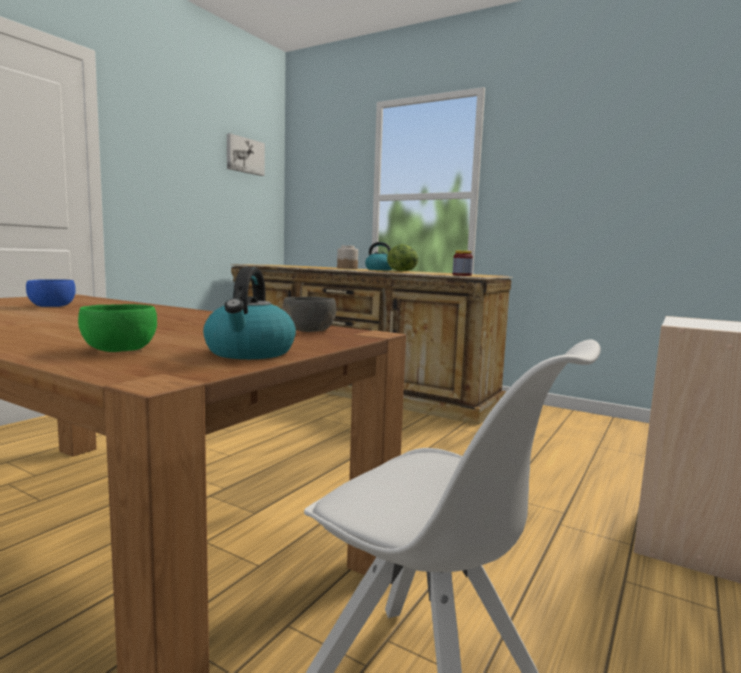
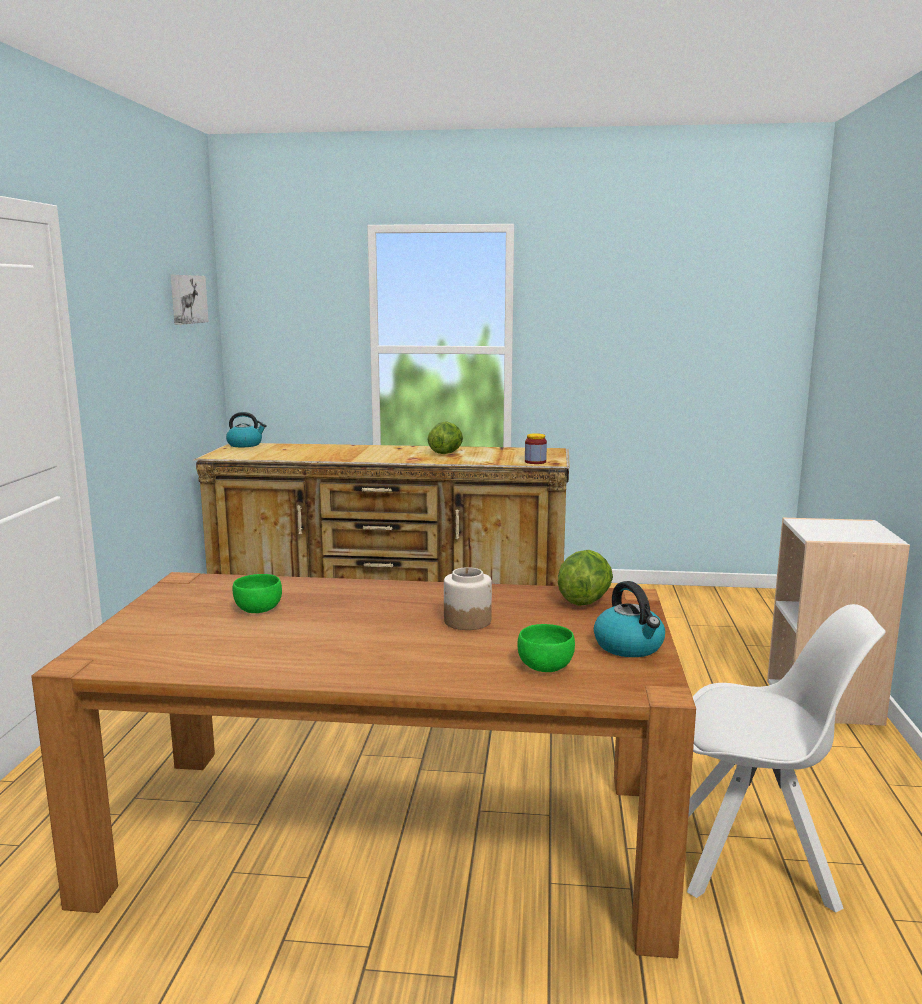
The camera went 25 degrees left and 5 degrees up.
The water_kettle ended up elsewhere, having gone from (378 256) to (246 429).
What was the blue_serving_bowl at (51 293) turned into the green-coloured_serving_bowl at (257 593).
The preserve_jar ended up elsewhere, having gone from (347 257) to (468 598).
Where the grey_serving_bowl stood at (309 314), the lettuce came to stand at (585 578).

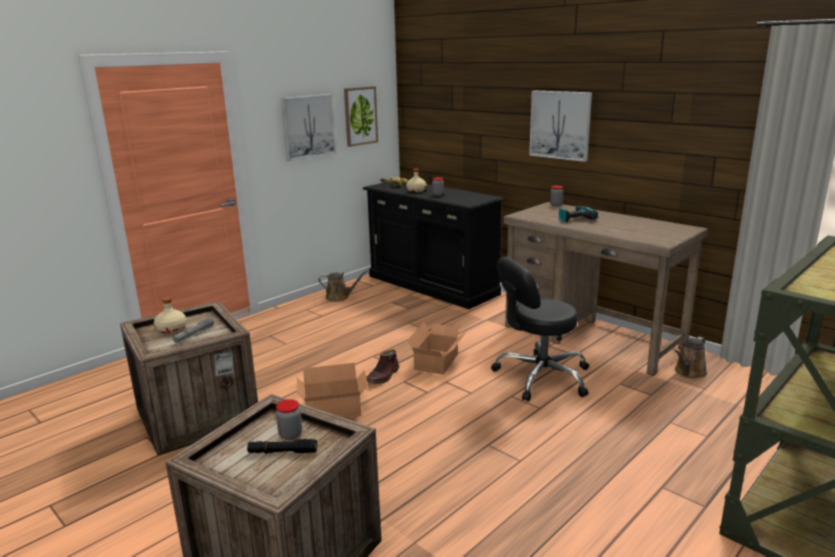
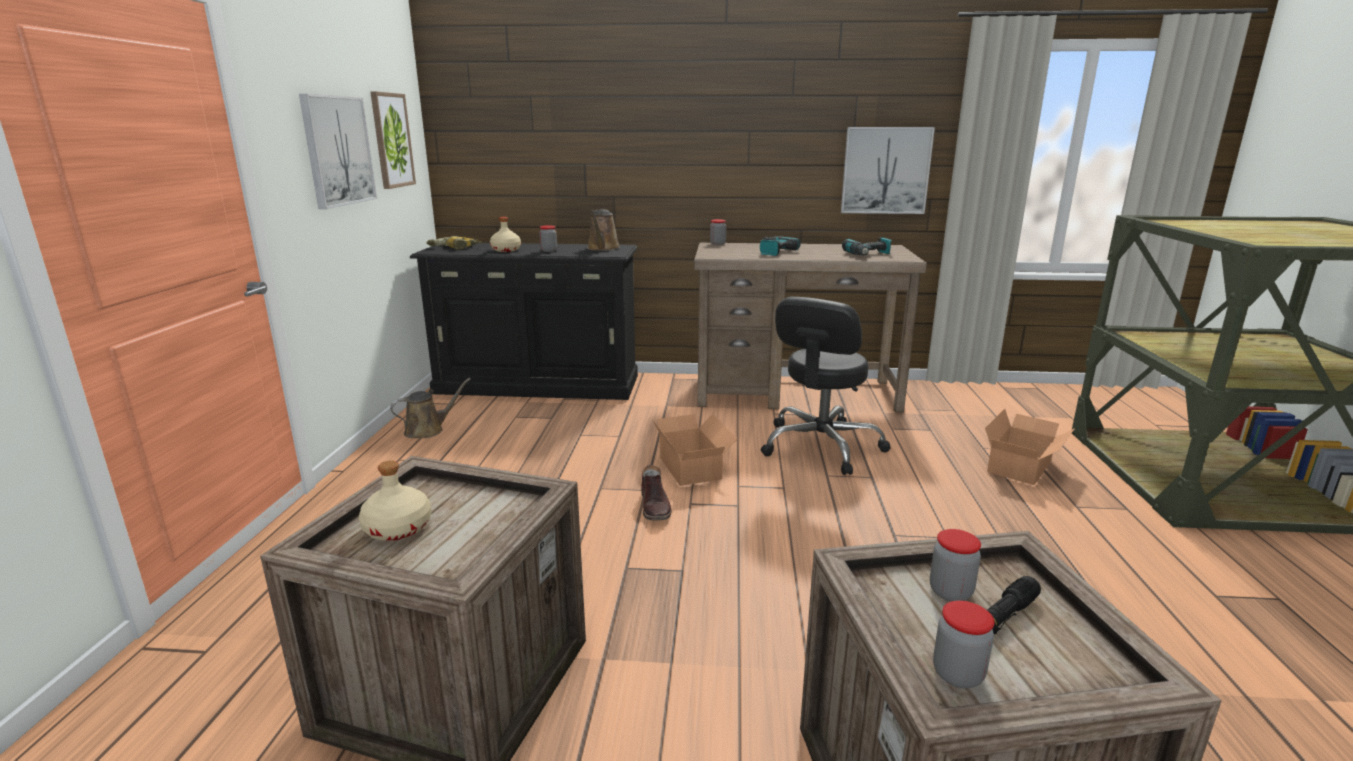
The camera went 40 degrees left and 0 degrees up.
The brown_watering_can ended up elsewhere, having gone from (691 357) to (603 230).
The wall_picture ended up elsewhere, having gone from (560 126) to (888 170).
The second view gained the drill at (867 246).
The second view gained the preserve_jar at (963 644).
The packing_box ended up elsewhere, having gone from (332 390) to (1030 447).
The second view lost the grey_torch at (193 330).

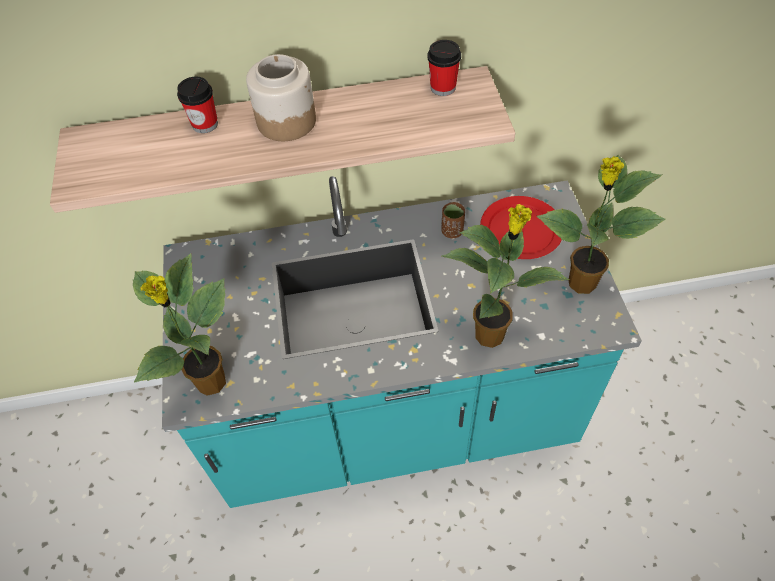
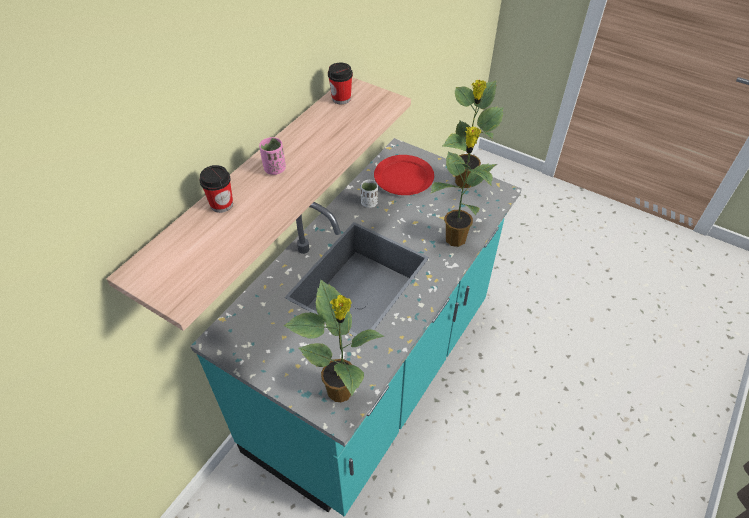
The camera went 50 degrees left and 5 degrees down.
Where the preserve_jar stood at (281 97), the pinkish_drinking_cup came to stand at (272 156).
What was the brown_drinking_cup at (453 220) turned into the white-coloured_drinking_cup at (369 194).

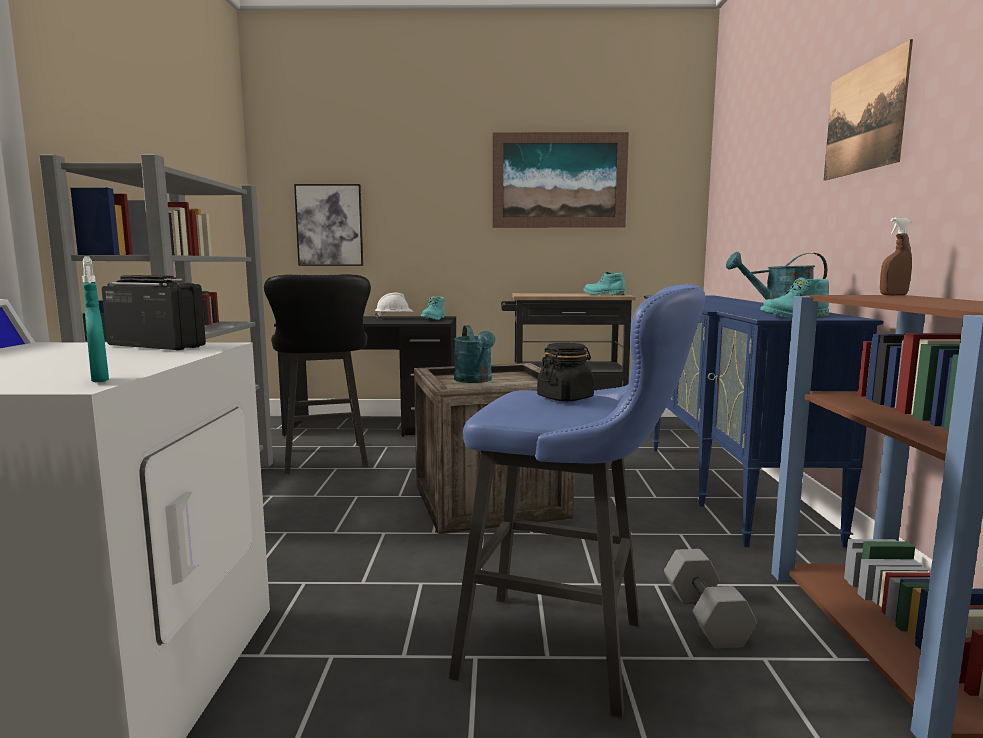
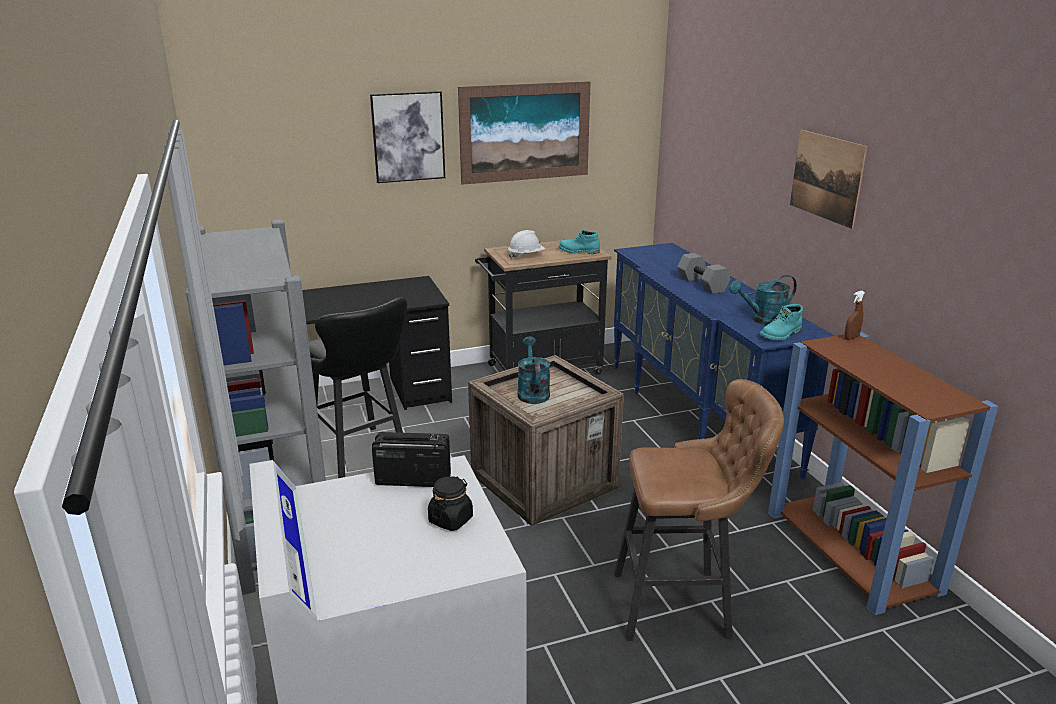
The camera went 20 degrees left and 15 degrees up.
The wall_picture ended up elsewhere, having gone from (328 225) to (407 137).
The black_preserve_jar ended up elsewhere, having gone from (565 372) to (450 503).
The white-coloured_safety_helmet ended up elsewhere, having gone from (394 306) to (526 244).
The turquoise_watering_can at (474 354) ended up facing another way, 150 degrees counterclockwise from before.
What was the blue_sitting_stool at (577 501) turned into the brown_sitting_stool at (699 510).
The grey_free_weight ended up elsewhere, having gone from (710 598) to (704 273).
The second view lost the turquoise_spray_bottle at (95 319).
The second view lost the turquoise_boot at (433 308).

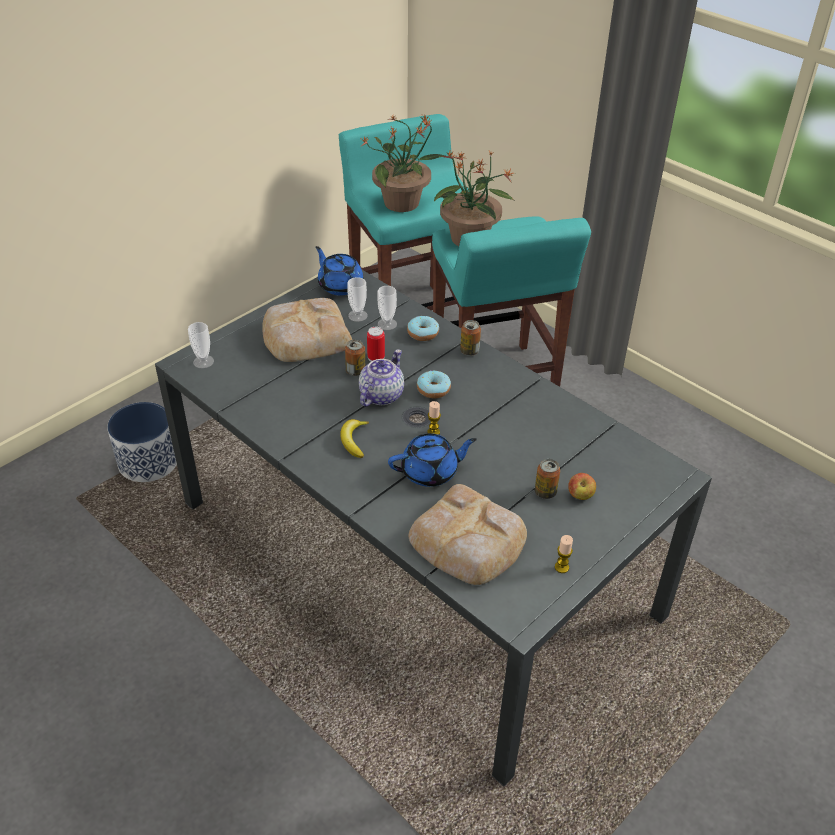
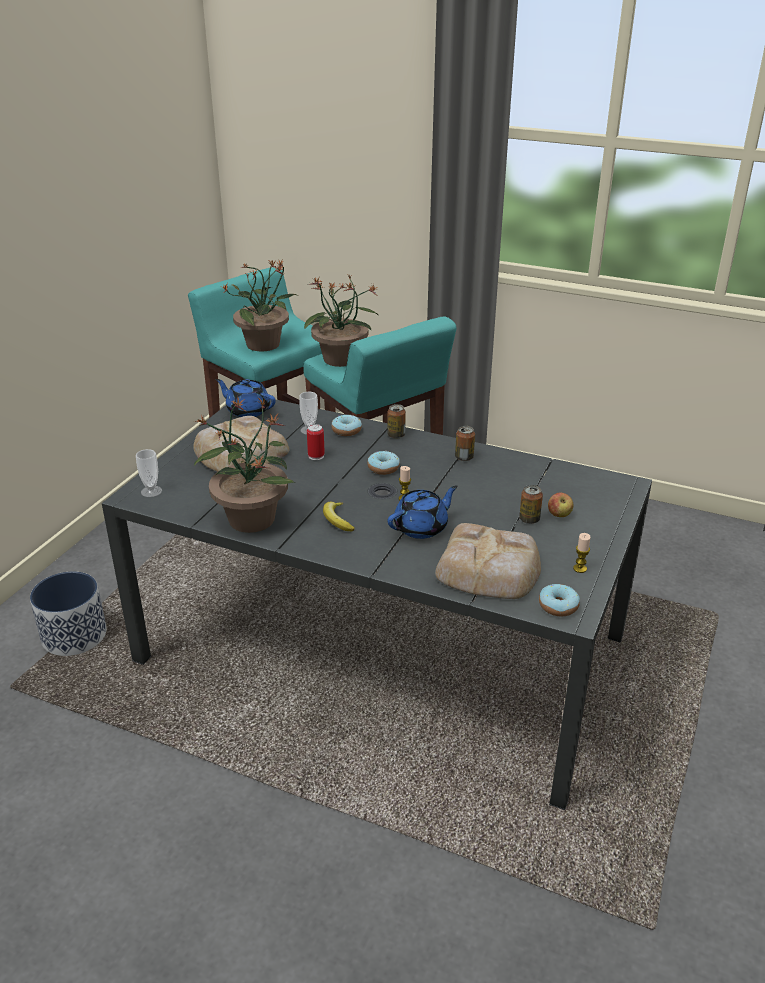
The camera went 20 degrees left and 10 degrees down.
The second view gained the houseplant at (244 464).
The sealed_can ended up elsewhere, having gone from (355 357) to (465 443).
The second view gained the donut at (559 600).
The second view lost the drinking_cup at (357 299).
The second view lost the tea_pot at (381 378).

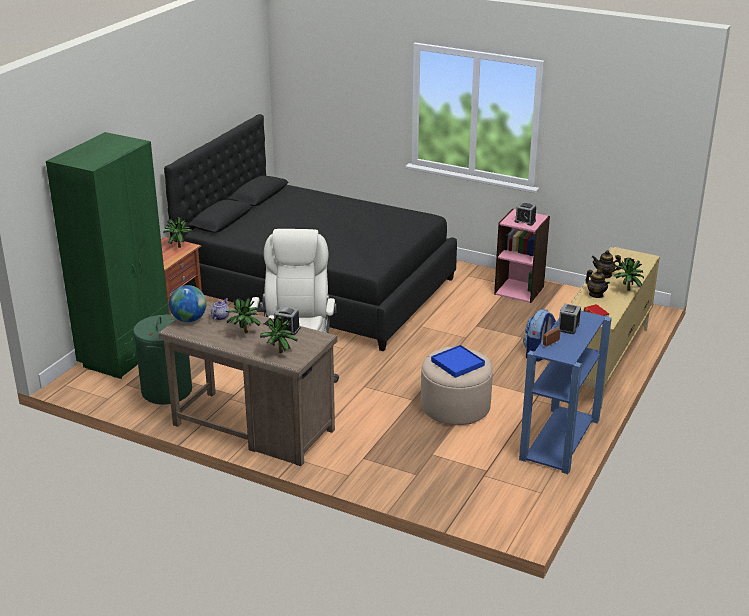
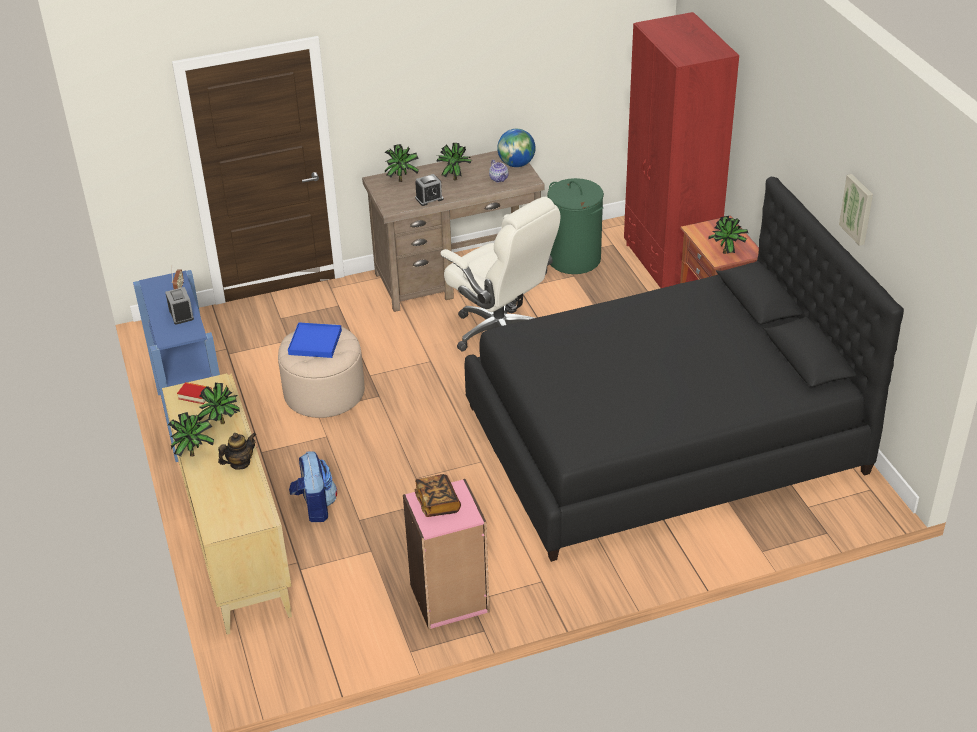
The camera went 135 degrees right and 10 degrees up.
Where the tea_pot stood at (597 283), the houseplant came to stand at (219 403).
Where the table_clock stood at (525 214), the volume came to stand at (438 495).
What was the green-coloured_armoire at (107 255) turned into the red_armoire at (681 150).
The second view gained the wall_picture at (856 210).

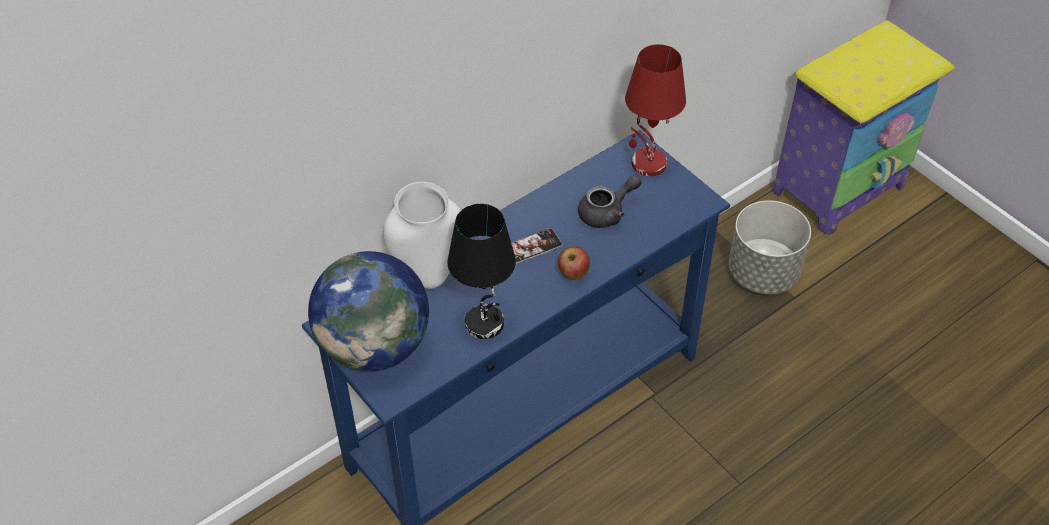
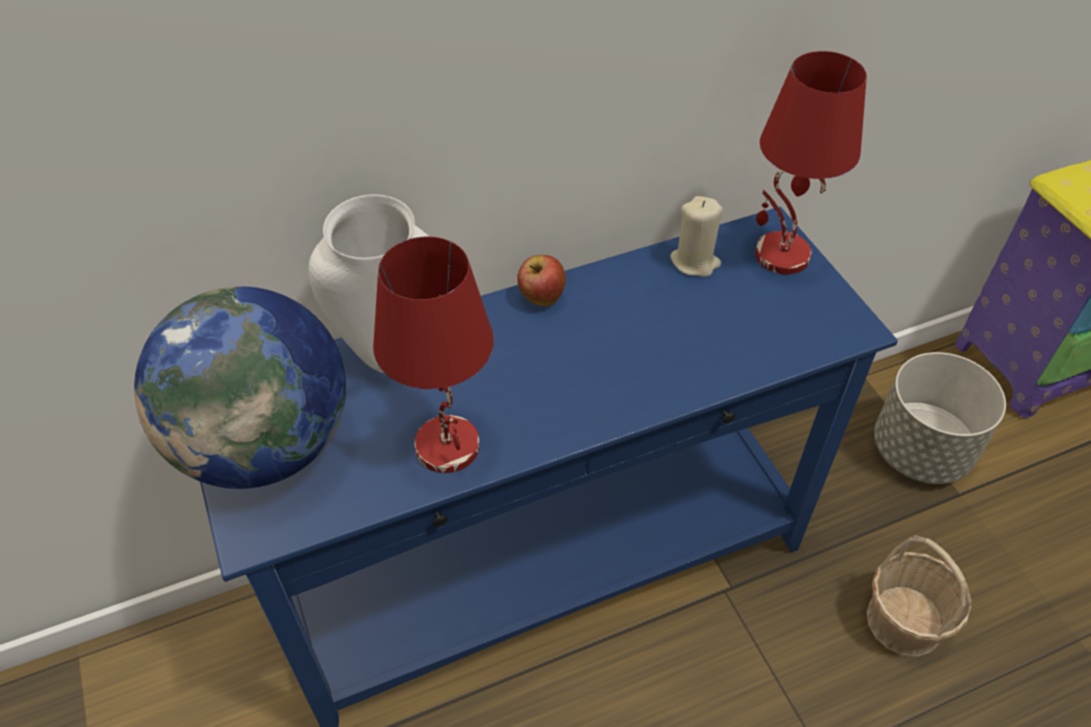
The camera went 15 degrees right and 0 degrees up.
What was the black_table_lamp at (481 271) turned into the red_table_lamp at (433 354).
The whole_apple ended up elsewhere, having gone from (574 263) to (541 280).
The second view gained the sand-coloured_candle at (696 236).
The second view gained the basket at (919 596).
The second view lost the telephone at (537 246).
The second view lost the grey_tea_pot at (609 201).

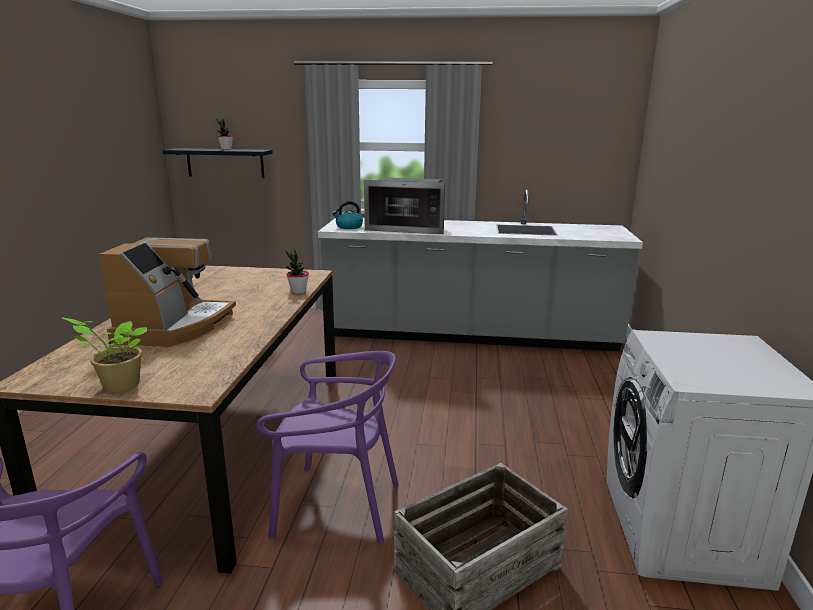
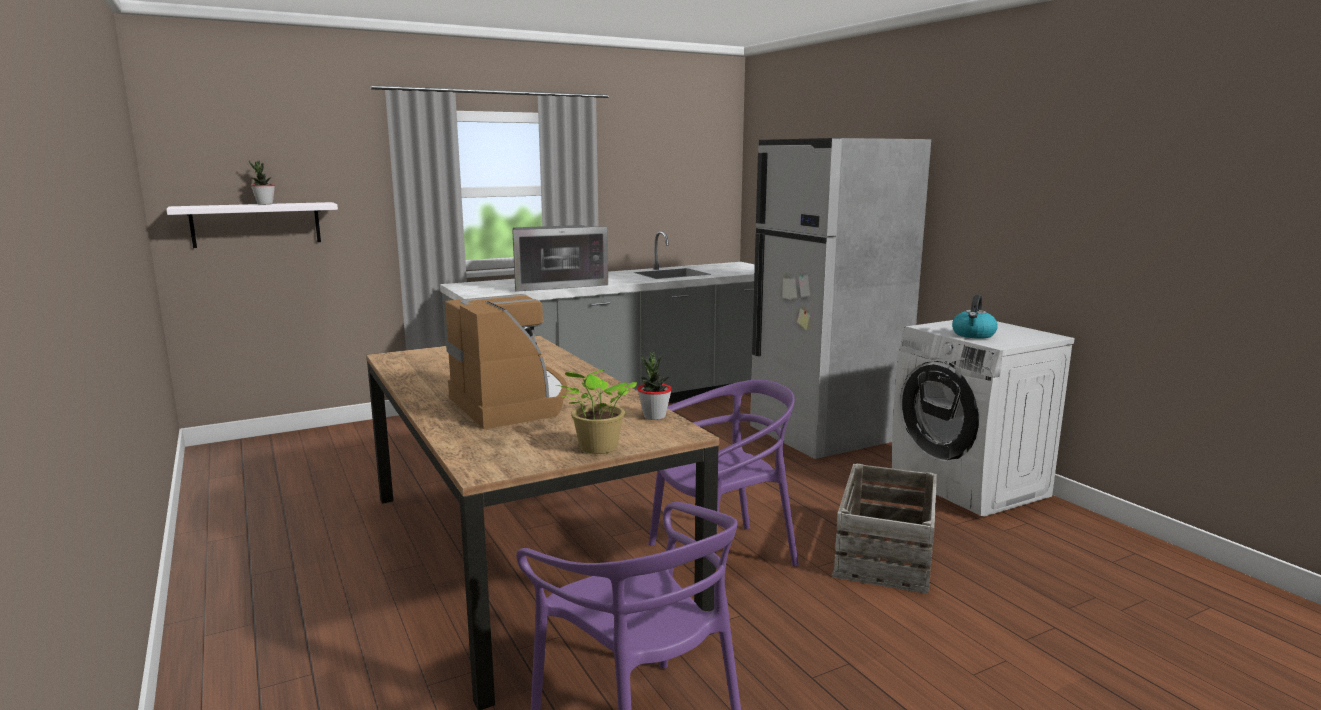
The camera went 35 degrees left and 5 degrees down.
What was the black_shelf at (218 163) turned into the white-coloured_shelf at (252 225).
The houseplant ended up elsewhere, having gone from (297 272) to (654 386).
The second view gained the grey_fridge at (840 298).
The water_kettle ended up elsewhere, having gone from (347 215) to (975 317).

